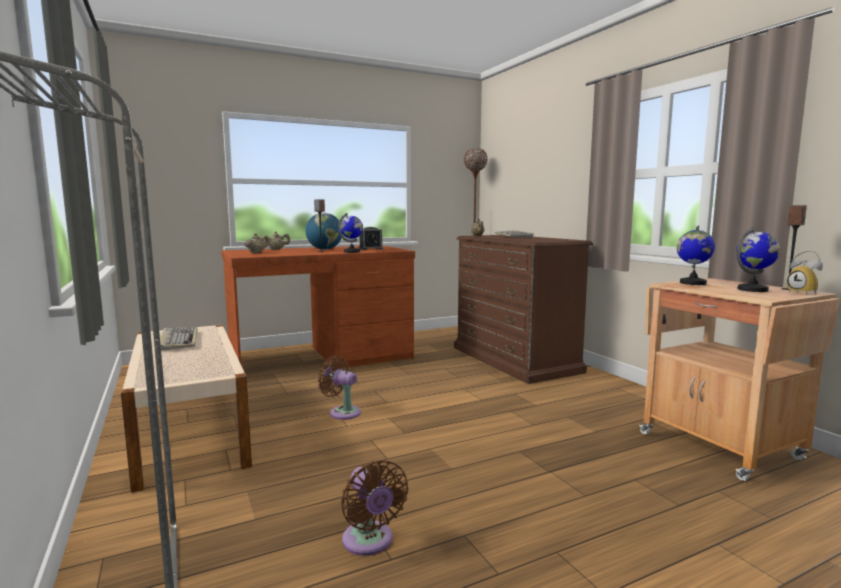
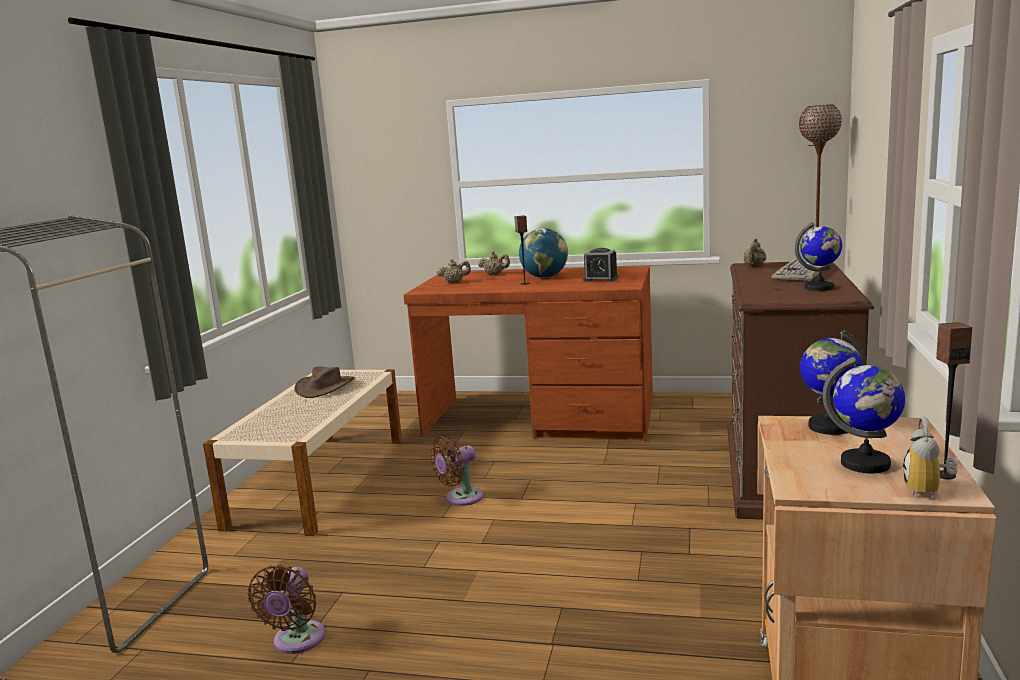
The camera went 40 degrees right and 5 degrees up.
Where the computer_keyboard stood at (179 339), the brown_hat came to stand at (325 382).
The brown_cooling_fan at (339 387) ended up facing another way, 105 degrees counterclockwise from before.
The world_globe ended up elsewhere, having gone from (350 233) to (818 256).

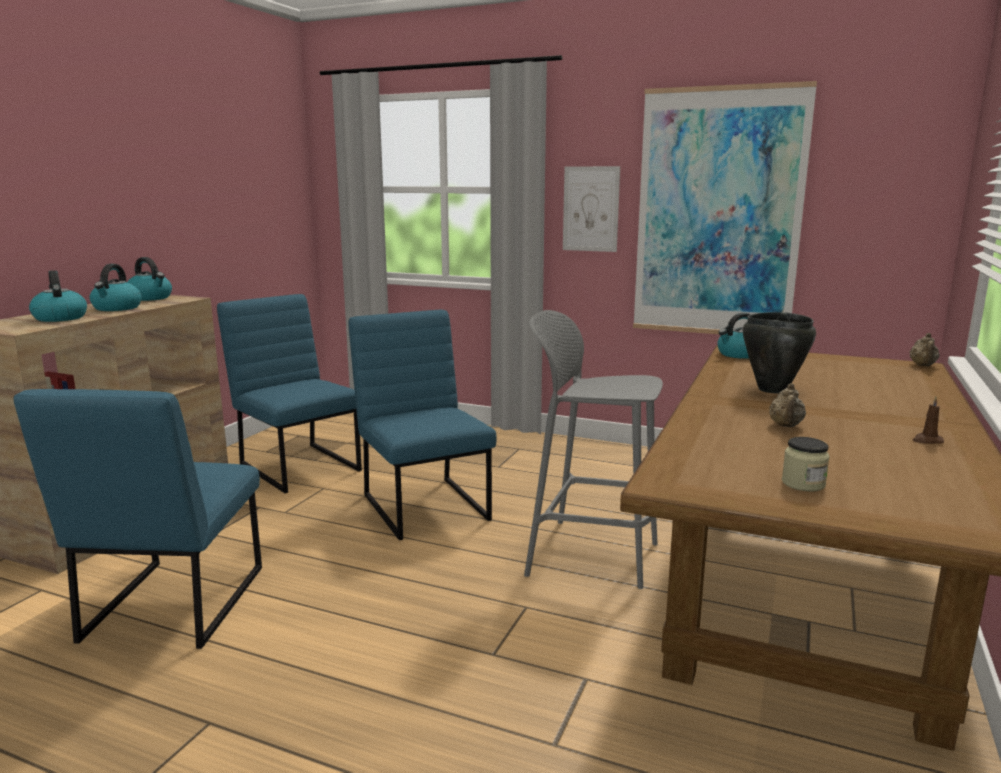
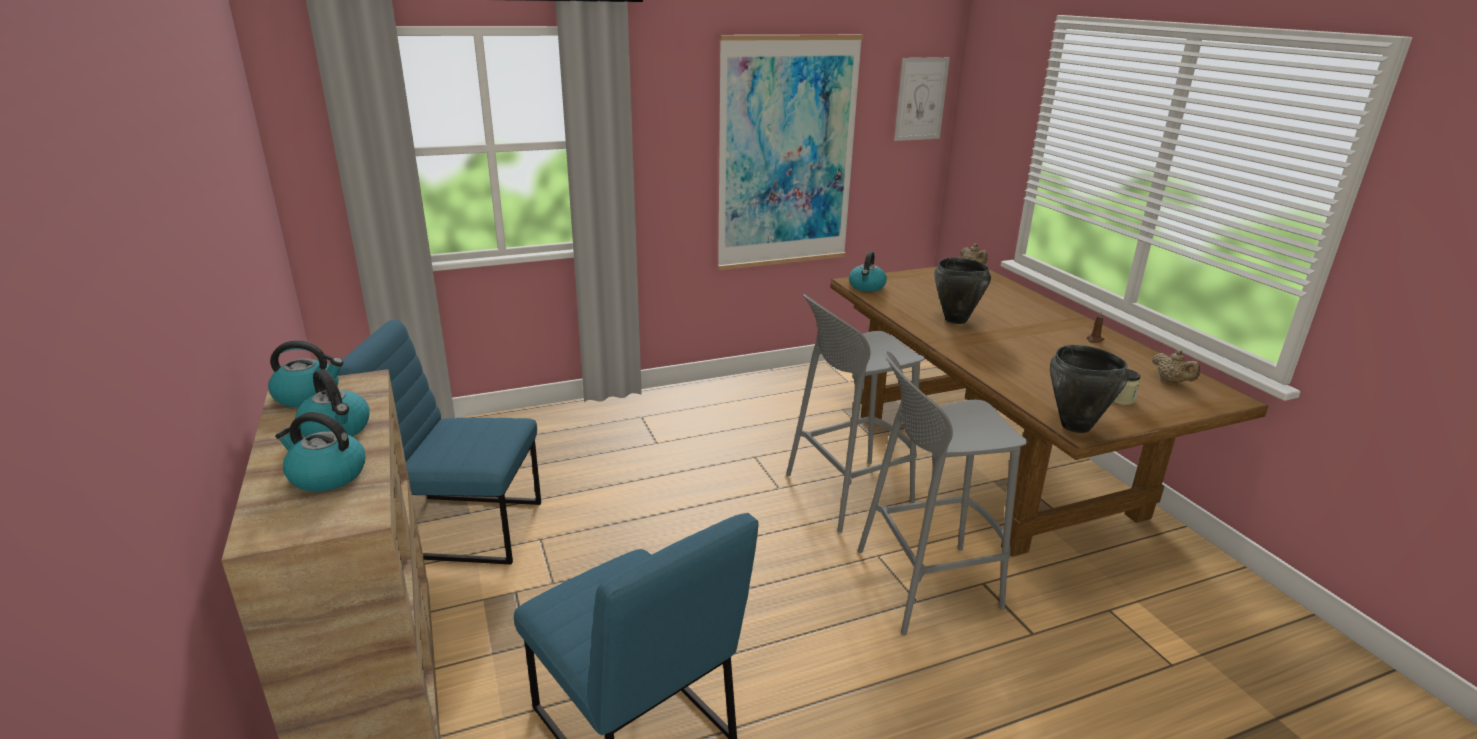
The camera went 45 degrees left and 10 degrees up.
The second view gained the grey_sitting_stool at (943 493).
The wall_picture ended up elsewhere, having gone from (591 209) to (922 99).
The second view gained the black_saucepot at (1089 389).
The sand-coloured_tea_pot ended up elsewhere, having gone from (787 405) to (1176 366).
The second view lost the blue_chair at (423 425).

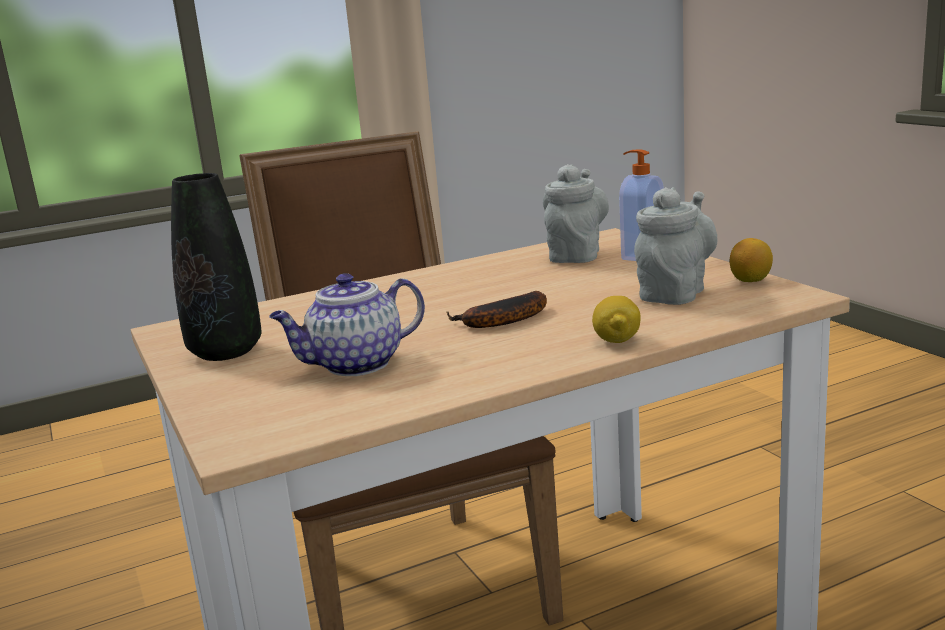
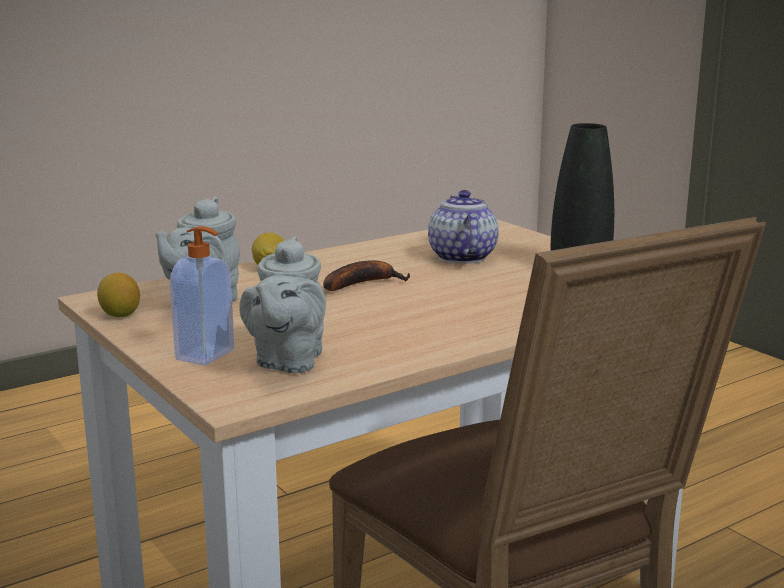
The camera went 170 degrees right and 0 degrees up.
The tea_pot at (347 324) ended up facing another way, 60 degrees counterclockwise from before.

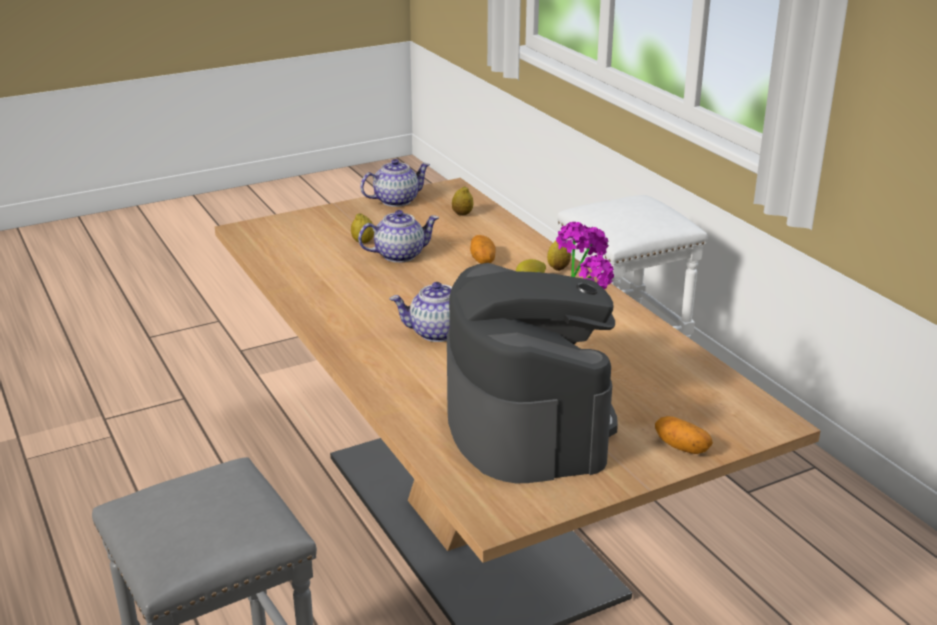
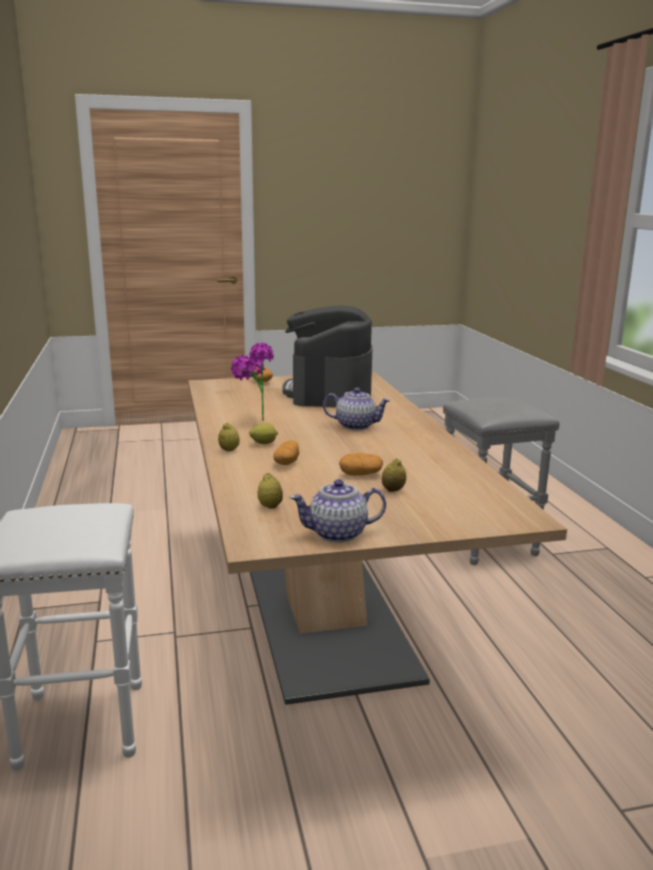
The camera went 165 degrees left and 10 degrees down.
Where the tea_pot stood at (398 236), the spud came to stand at (361 464).

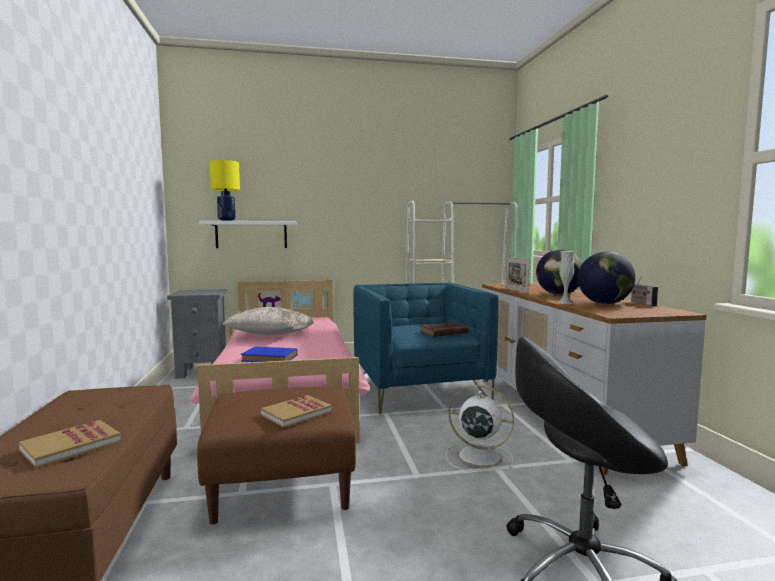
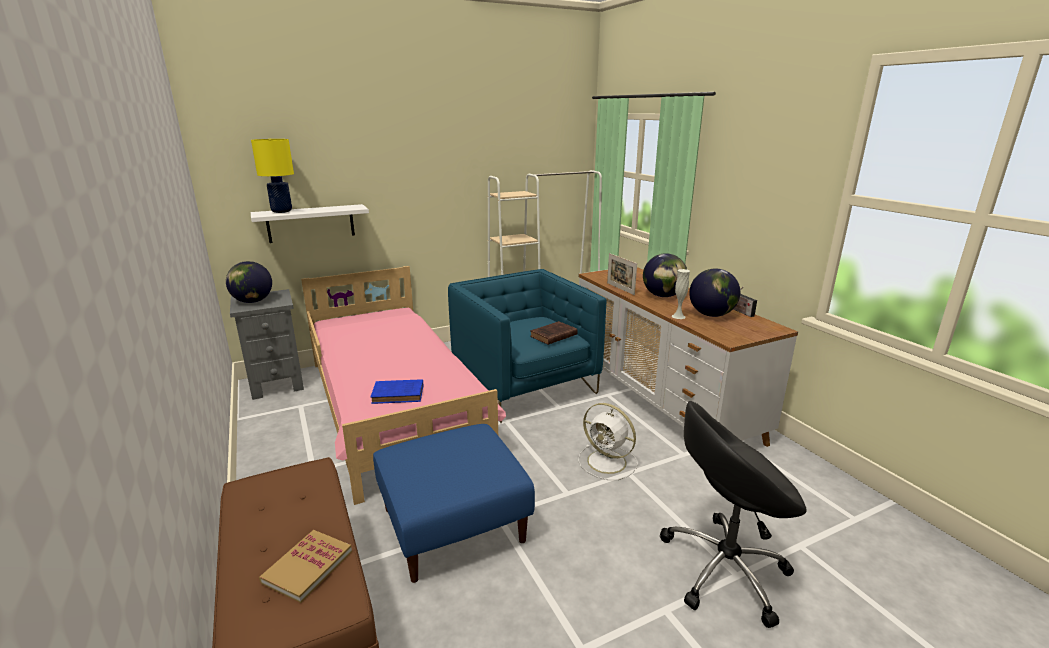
The camera went 15 degrees left and 15 degrees up.
The second view gained the world_globe at (249 282).
What was the brown_ottoman at (276 455) turned into the blue_ottoman at (454 503).
The white-coloured_cooling_fan at (480 428) ended up facing another way, 150 degrees counterclockwise from before.
The second view lost the sand-coloured_throw_pillow at (268 321).
The second view lost the volume at (296 411).

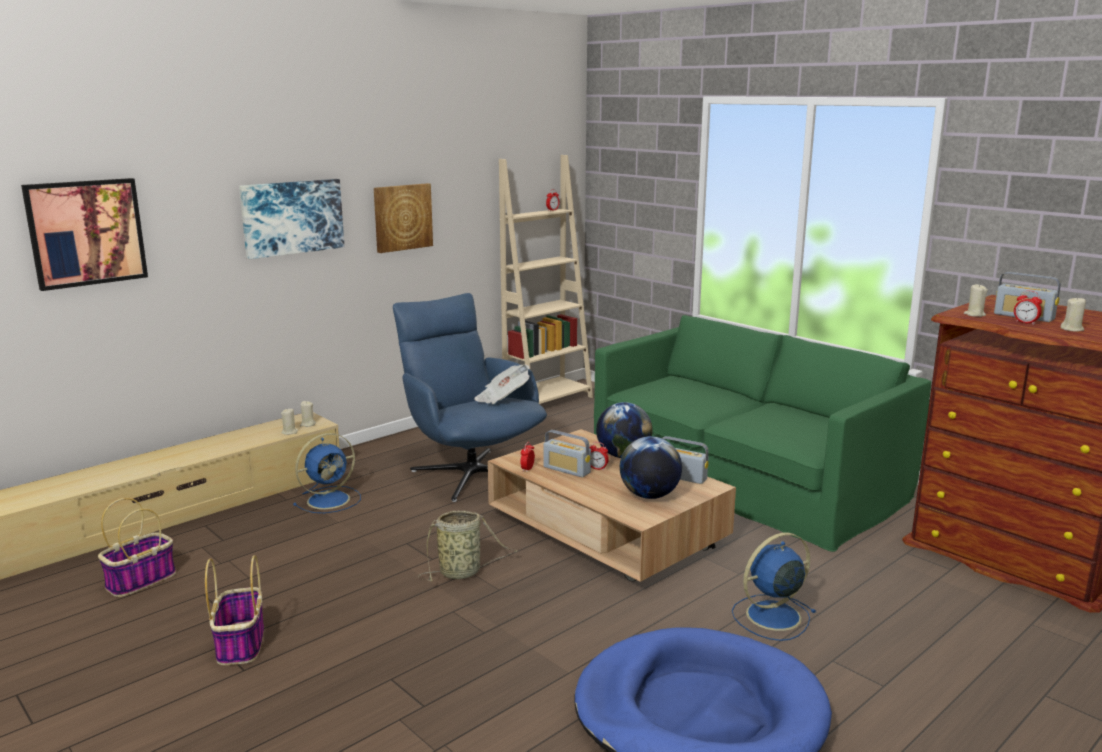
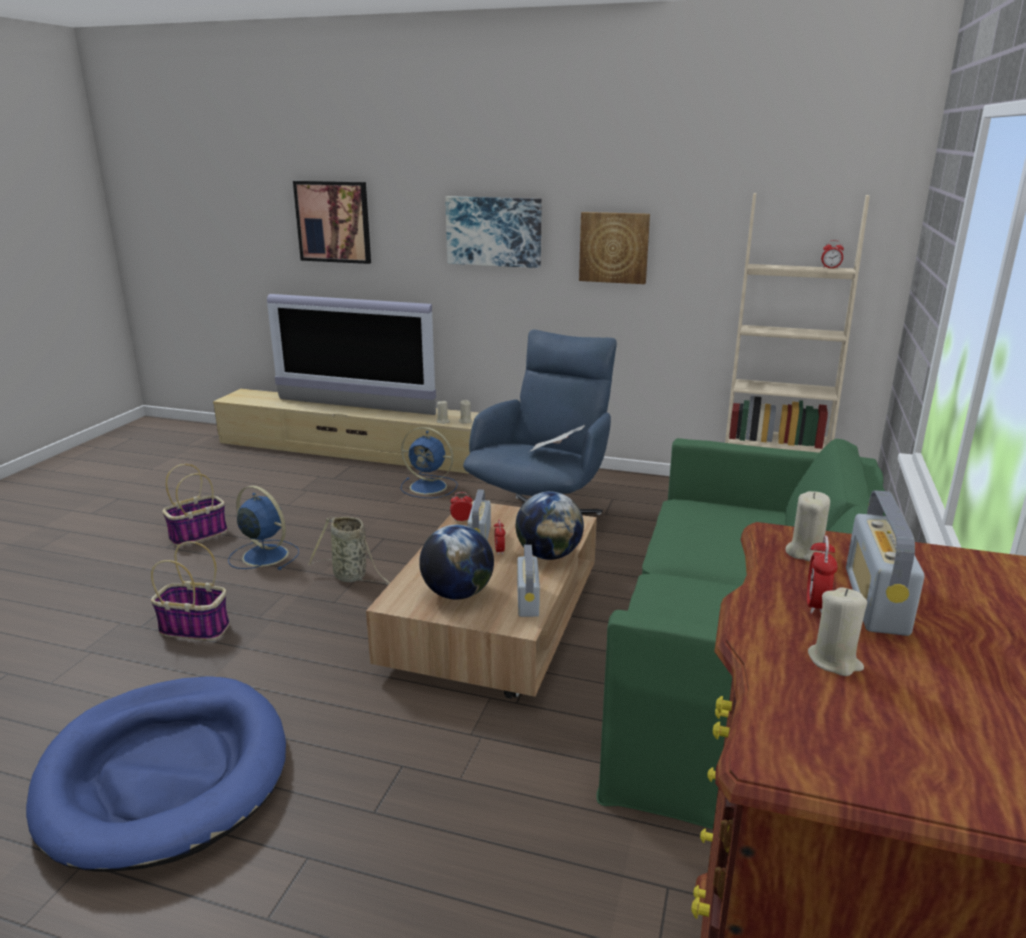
The camera went 60 degrees right and 5 degrees up.
The basket ended up elsewhere, having gone from (137 547) to (190 591).
The blue_cooling_fan ended up elsewhere, having gone from (774 586) to (263 527).
The second view gained the TV_set at (351 354).

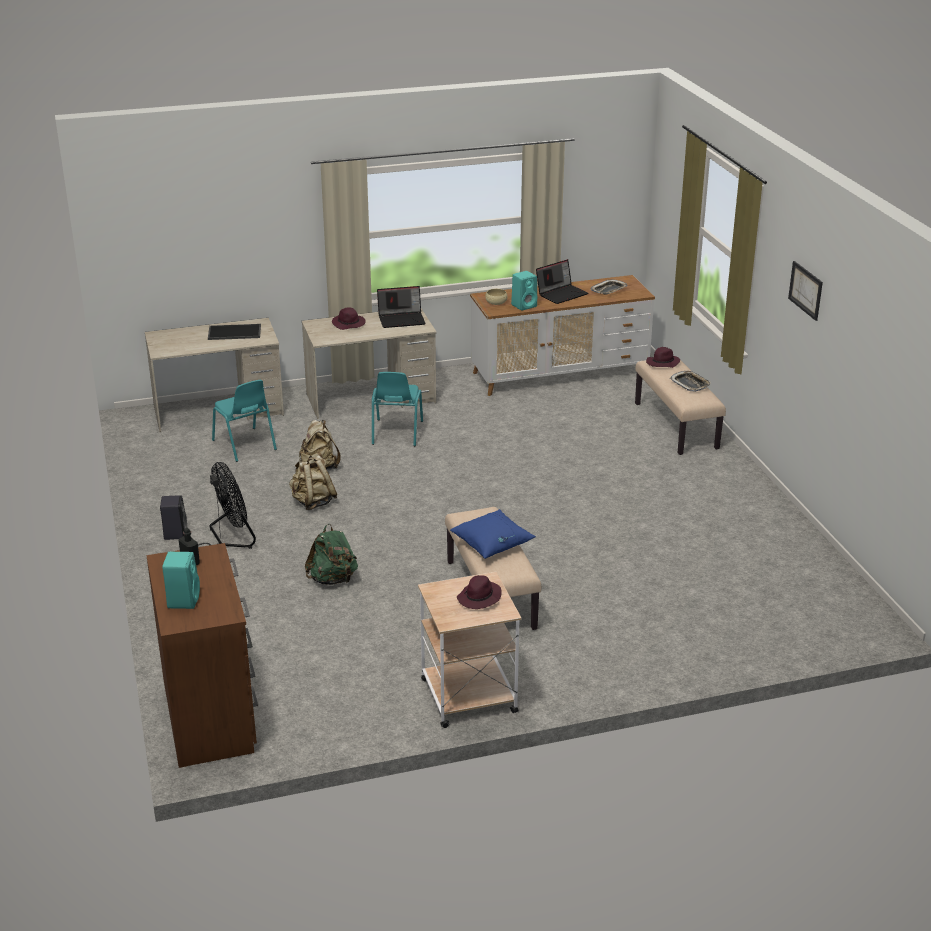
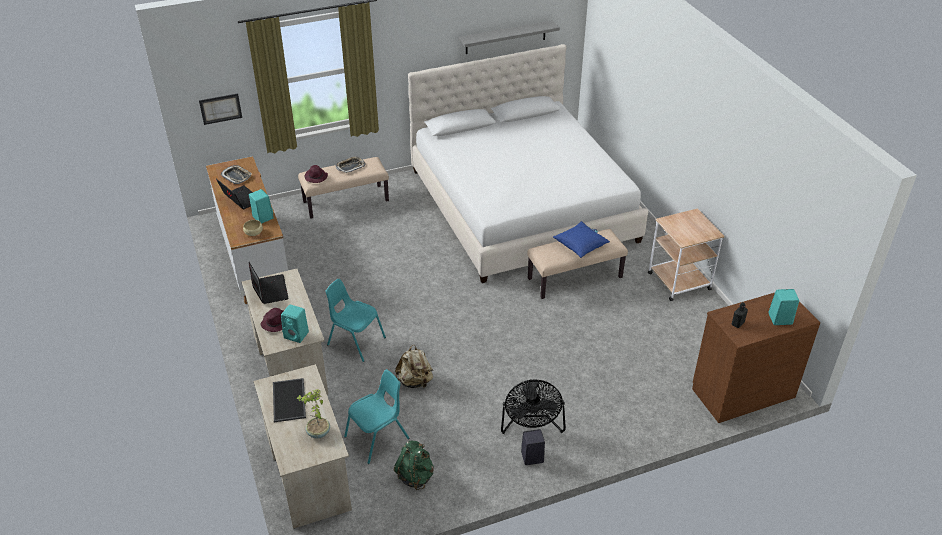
The camera went 95 degrees left and 10 degrees up.
The wall_picture ended up elsewhere, having gone from (805 291) to (220 109).
The second view gained the turquoise_loudspeaker at (295 323).
The second view gained the houseplant at (313 413).
The turquoise_chair at (397 409) ended up facing another way, 150 degrees counterclockwise from before.
The green-coloured_backpack ended up elsewhere, having gone from (331 554) to (414 465).
The second view gained the white-coloured_bedroom_bed at (528 163).
The second view gained the grey_shelf at (509 37).
The black_cooling_fan at (227 505) ended up facing another way, 150 degrees counterclockwise from before.
The second view lost the sand-coloured_backpack at (313 482).
The second view lost the purplish_hat at (479 592).

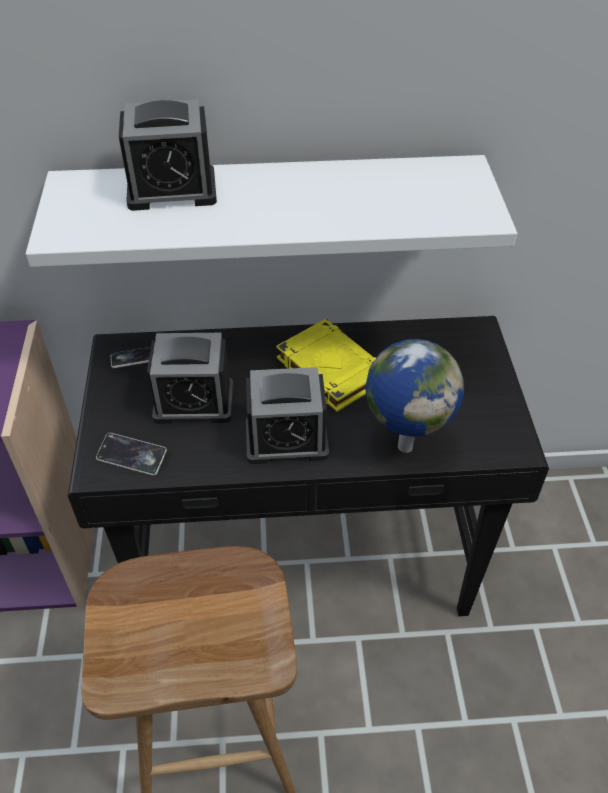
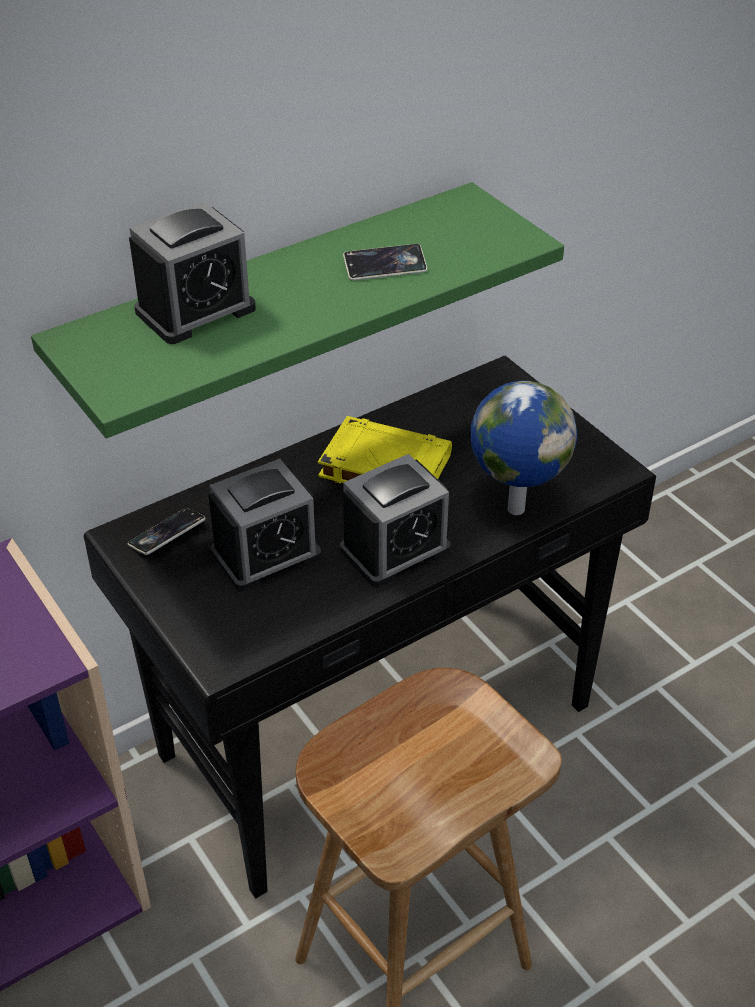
The camera went 30 degrees left and 5 degrees down.
What was the white-coloured_shelf at (271 211) turned into the green-coloured_shelf at (297 310).
The telephone ended up elsewhere, having gone from (131 454) to (385 262).

